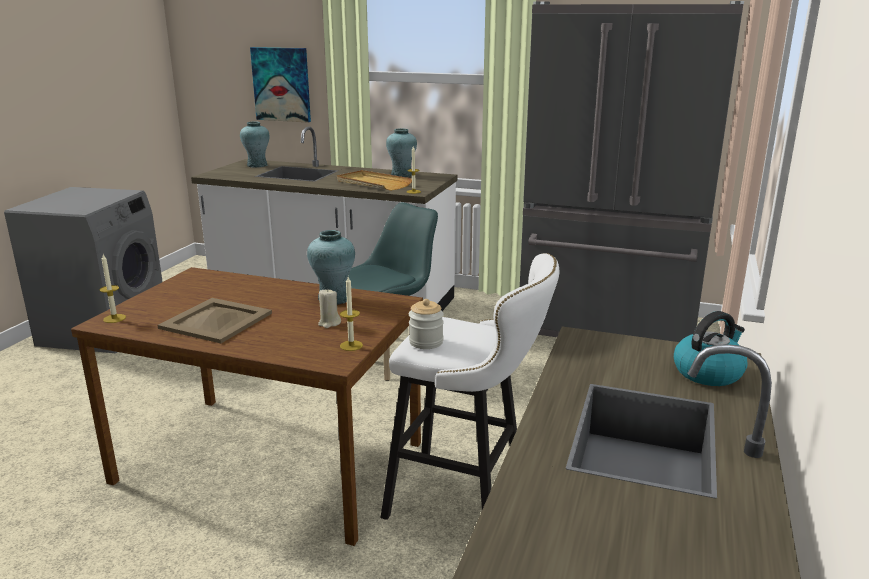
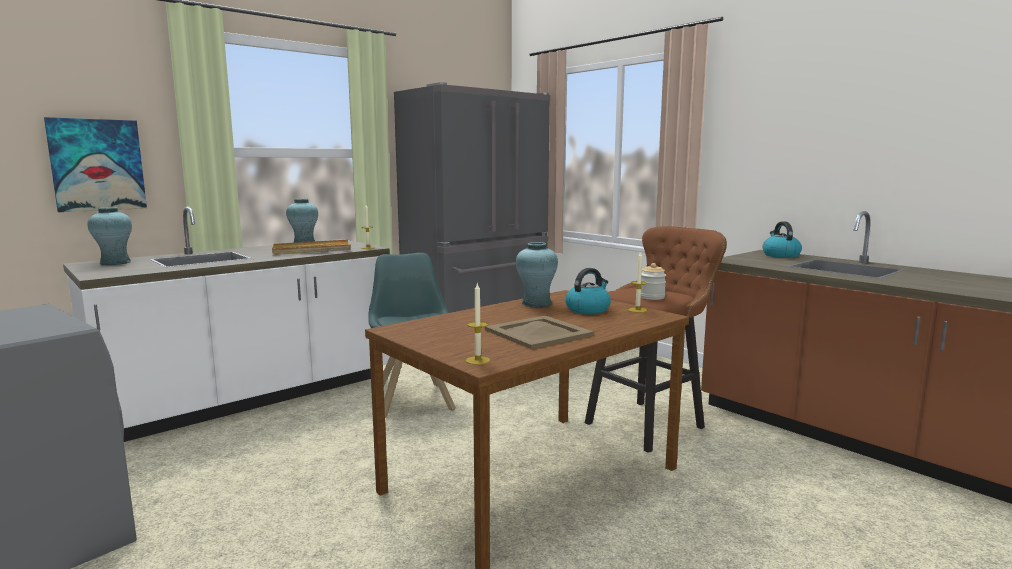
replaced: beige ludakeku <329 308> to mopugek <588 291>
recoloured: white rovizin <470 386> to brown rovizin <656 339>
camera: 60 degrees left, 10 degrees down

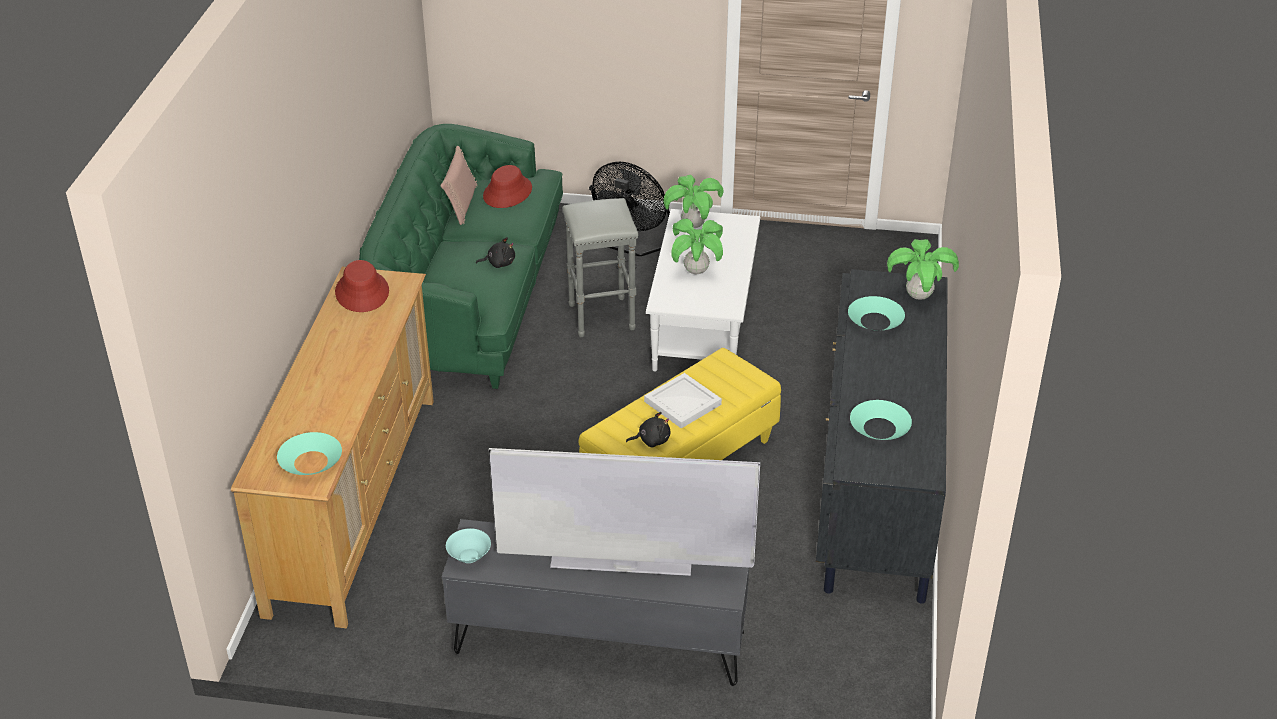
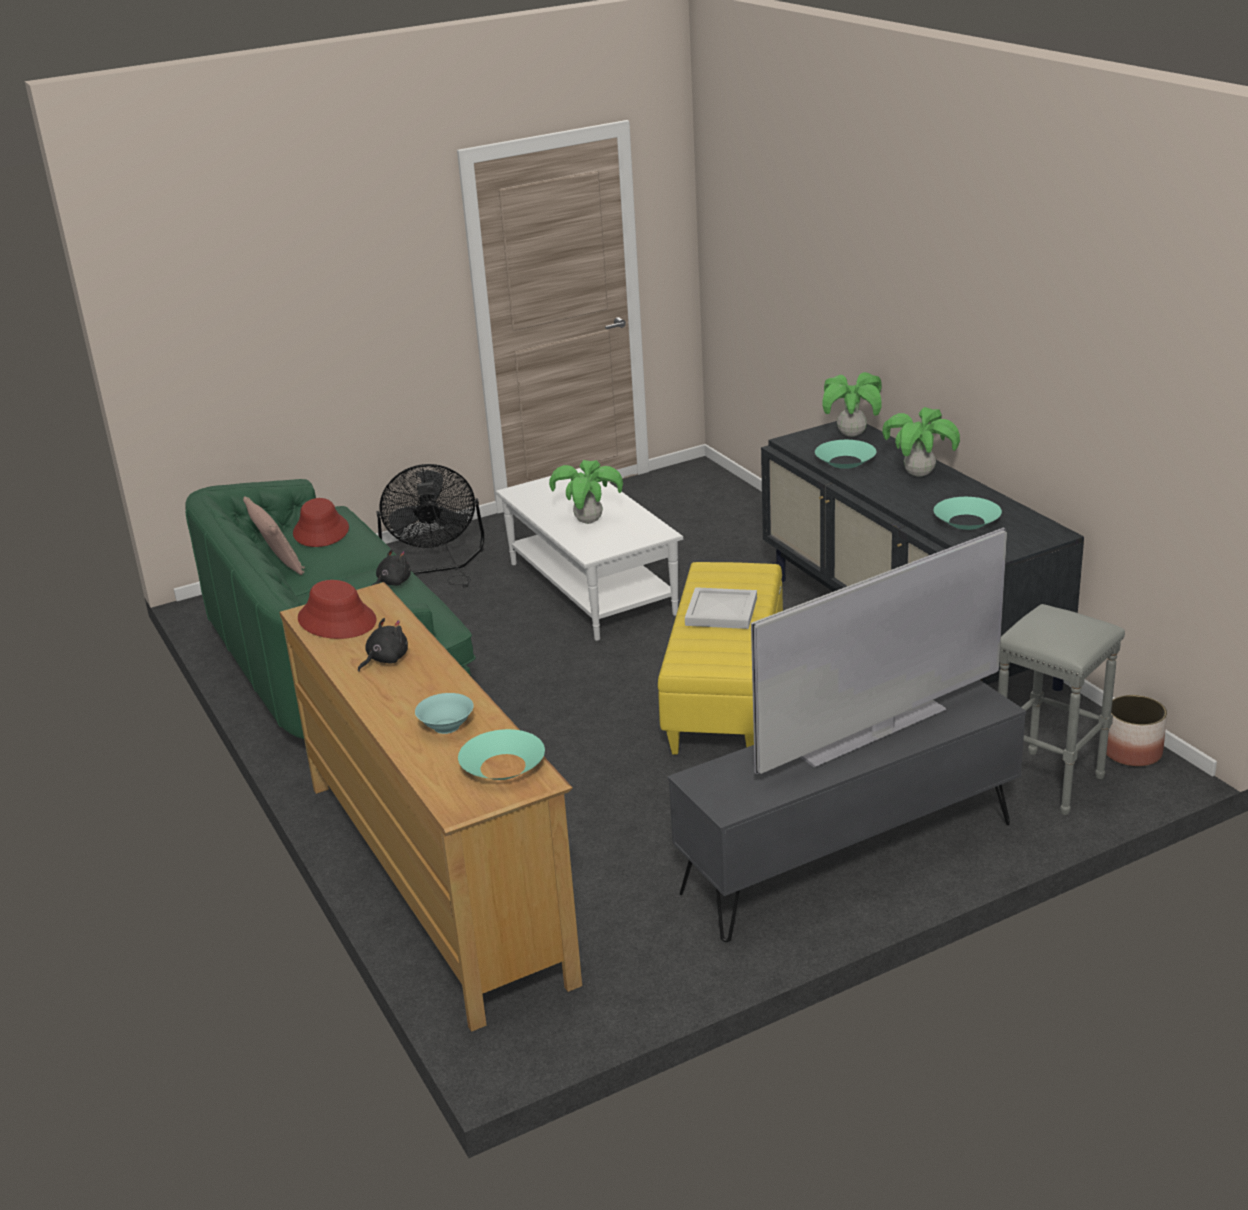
added: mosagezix <1136 731>
moved: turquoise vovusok <468 545> to <444 713>; grey rovizin <600 267> to <1059 709>; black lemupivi <648 429> to <383 645>; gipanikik <693 201> to <921 442>
camera: 35 degrees left, 10 degrees down

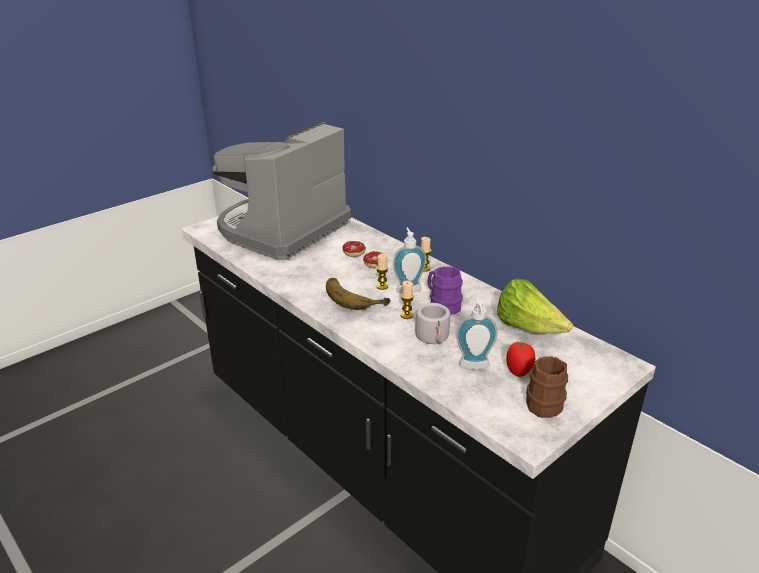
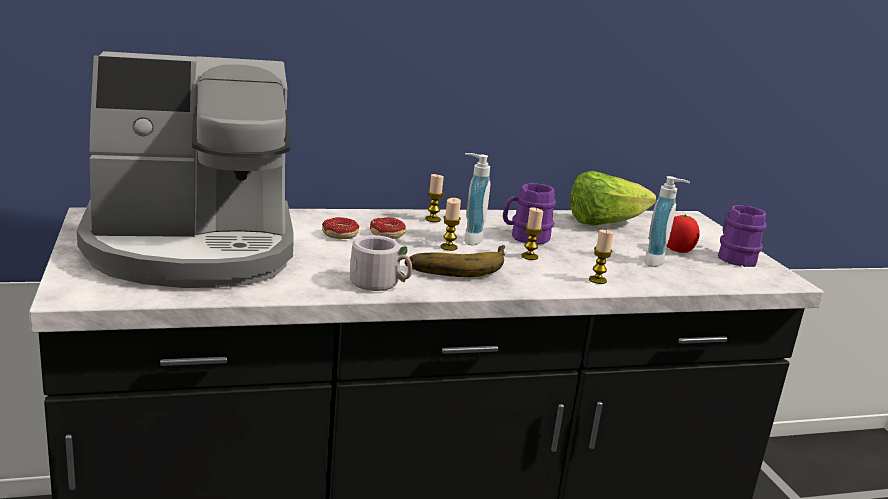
added: ludakeku <601 257>
moved: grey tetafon <432 323> to <381 263>
recoloured: brown tetafon <547 387> to purple tetafon <742 236>
turned: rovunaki <281 191> = <185 169> 75 degrees counterclockwise
camera: 65 degrees left, 10 degrees down

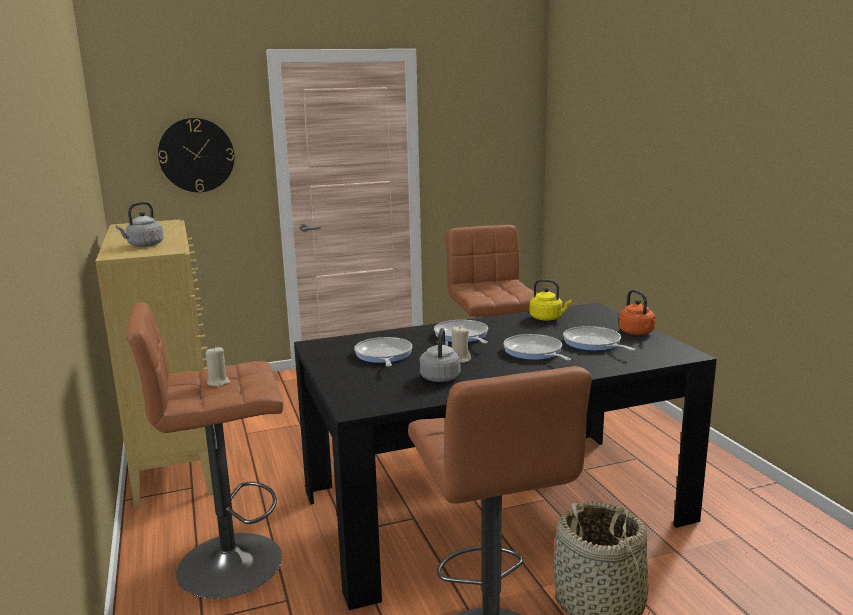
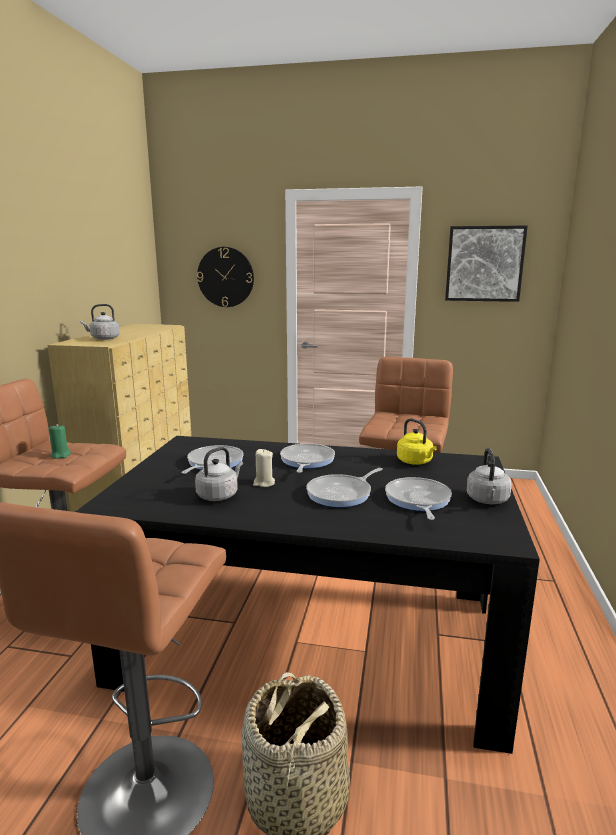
added: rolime <486 264>
recoloured: beige ludakeku <217 366> to green ludakeku <60 441>; orange mopugek <637 312> to grey mopugek <489 476>
turned: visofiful <537 347> = <344 488> 135 degrees counterclockwise
camera: 30 degrees right, 0 degrees up

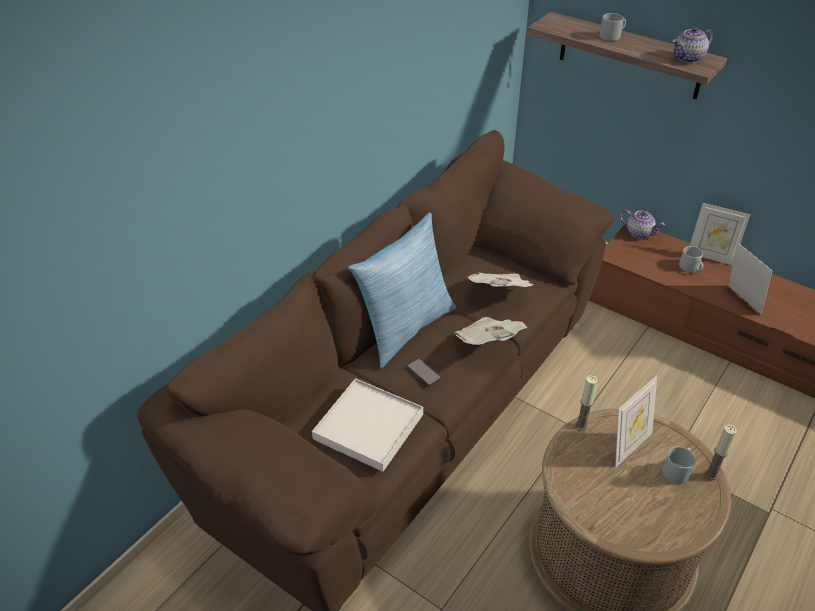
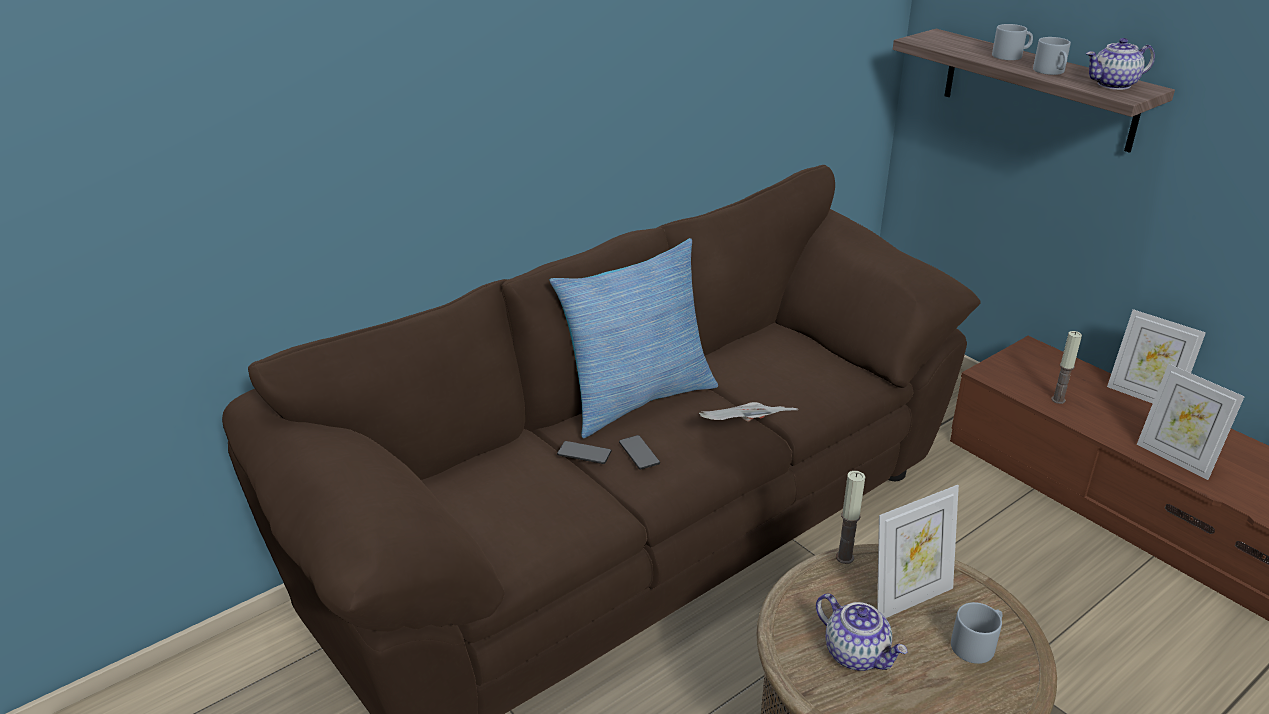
removed: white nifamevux <367 425>; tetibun <500 280>
added: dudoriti <584 452>
moved: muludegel <642 224> to <862 632>; grey tetafon <691 259> to <1052 56>; ludakeku <721 452> to <1066 367>
turned: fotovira <750 278> = <1191 422> 150 degrees clockwise
camera: 15 degrees right, 10 degrees down

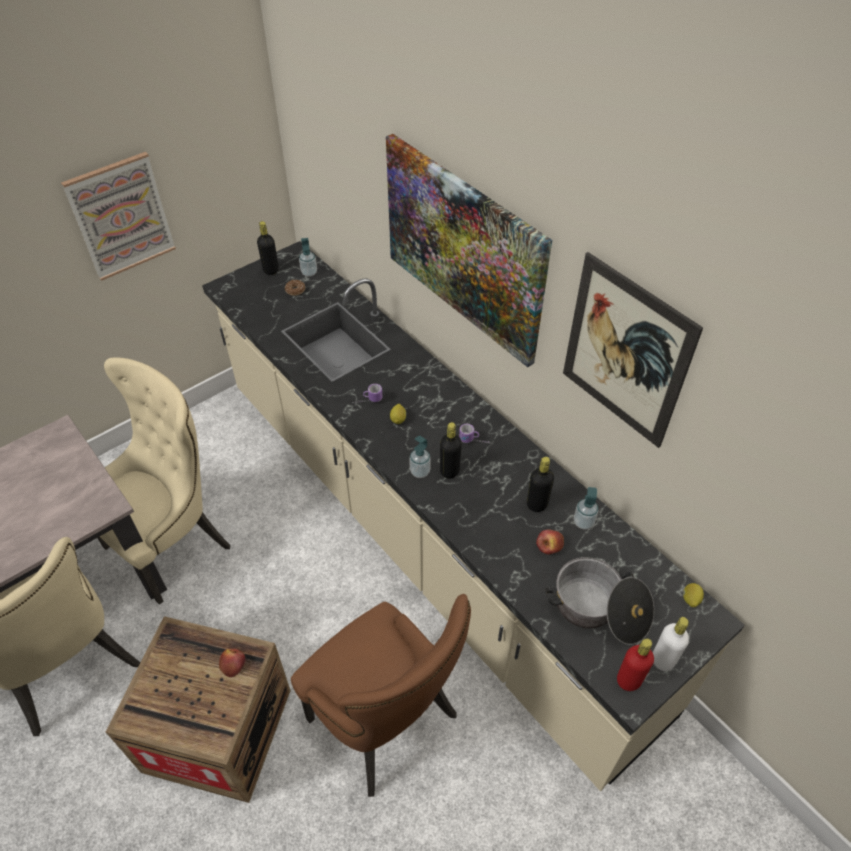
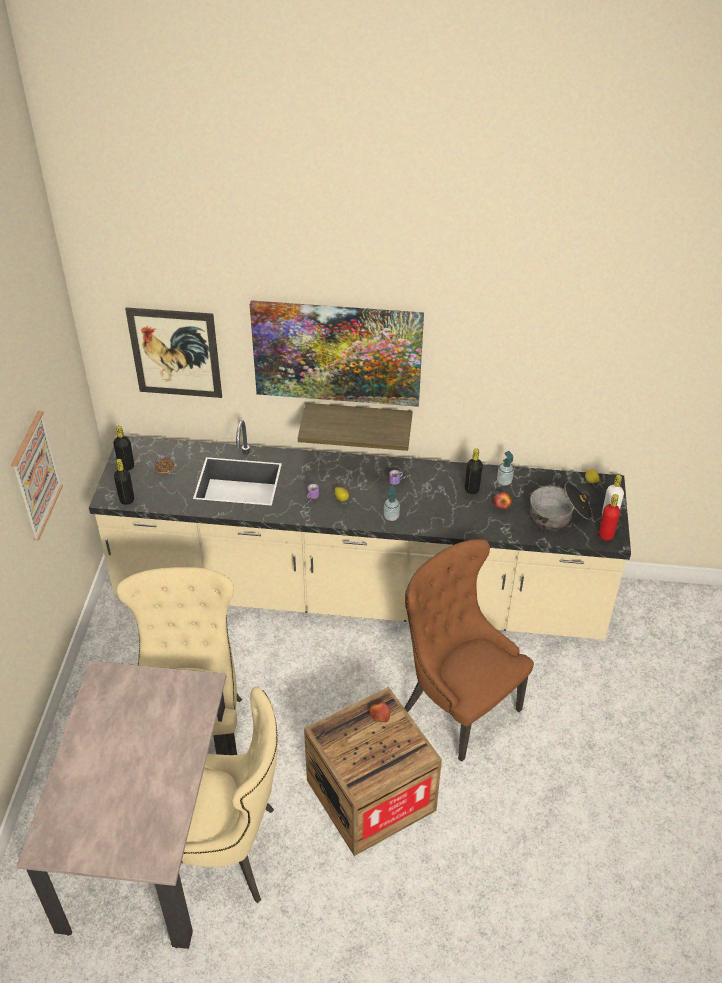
removed: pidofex <308 257>
added: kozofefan <355 427>
moved: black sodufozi <451 450> to <124 482>; rolime <633 350> to <173 352>
turned: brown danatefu <381 695> = <469 650> 135 degrees counterclockwise
camera: 45 degrees left, 5 degrees down

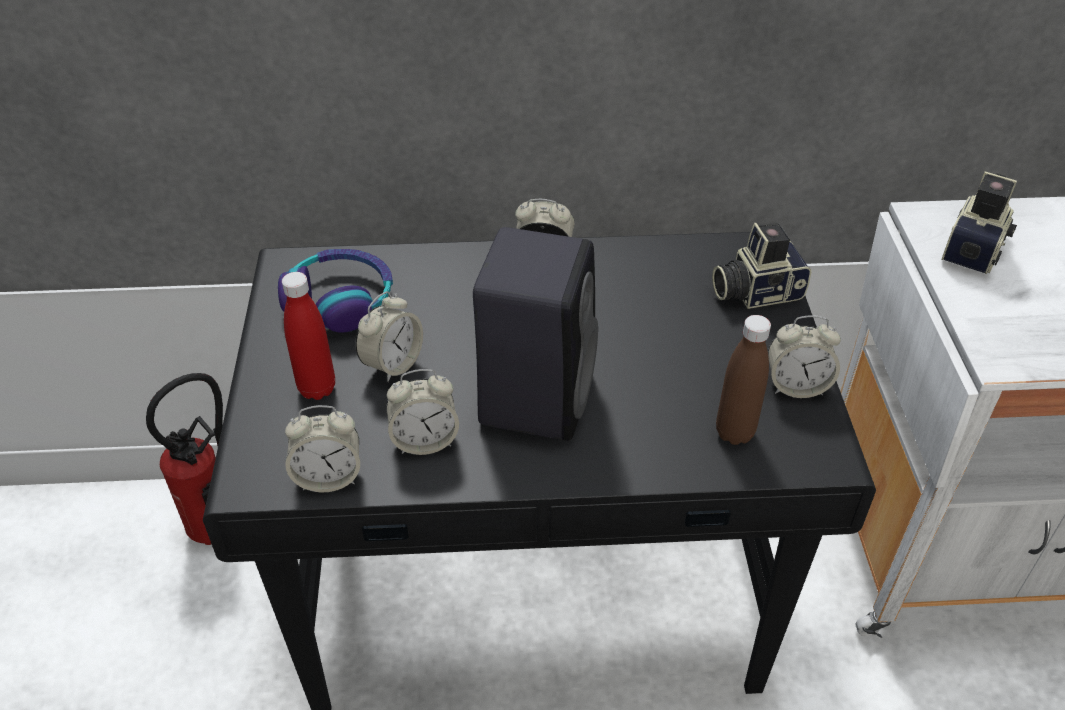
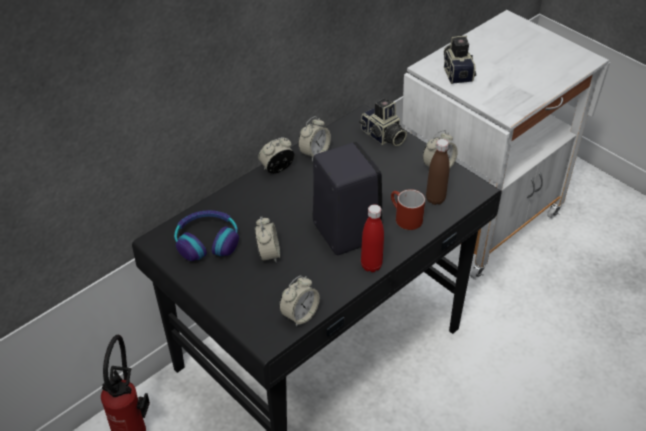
added: red tetafon <408 209>
moved: red sodufozi <308 336> to <372 238>; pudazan <423 412> to <314 139>
turned: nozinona <761 266> = <383 122> 75 degrees counterclockwise
camera: 40 degrees left, 0 degrees up

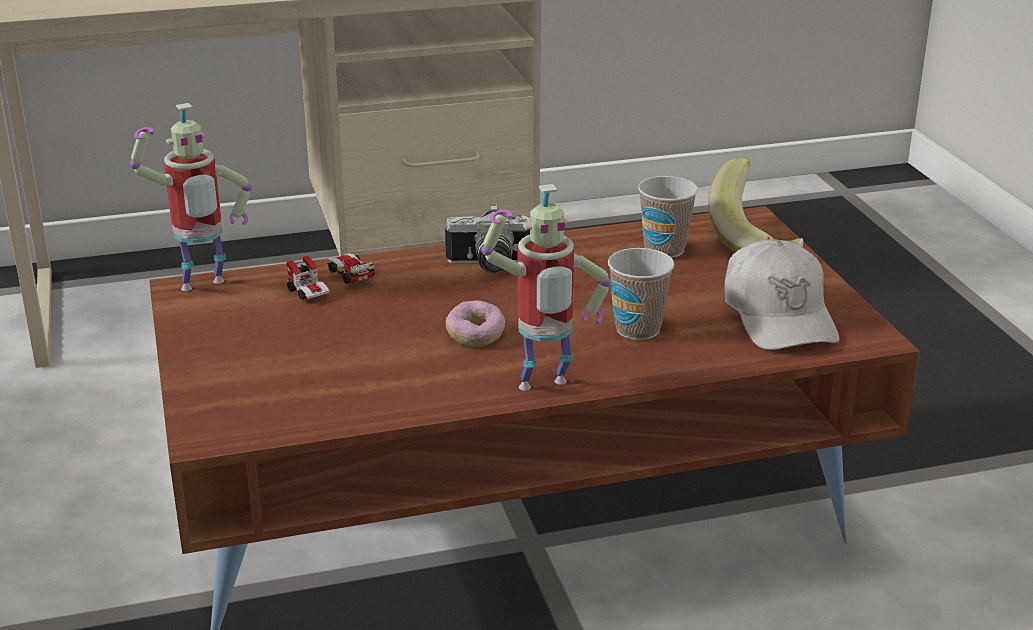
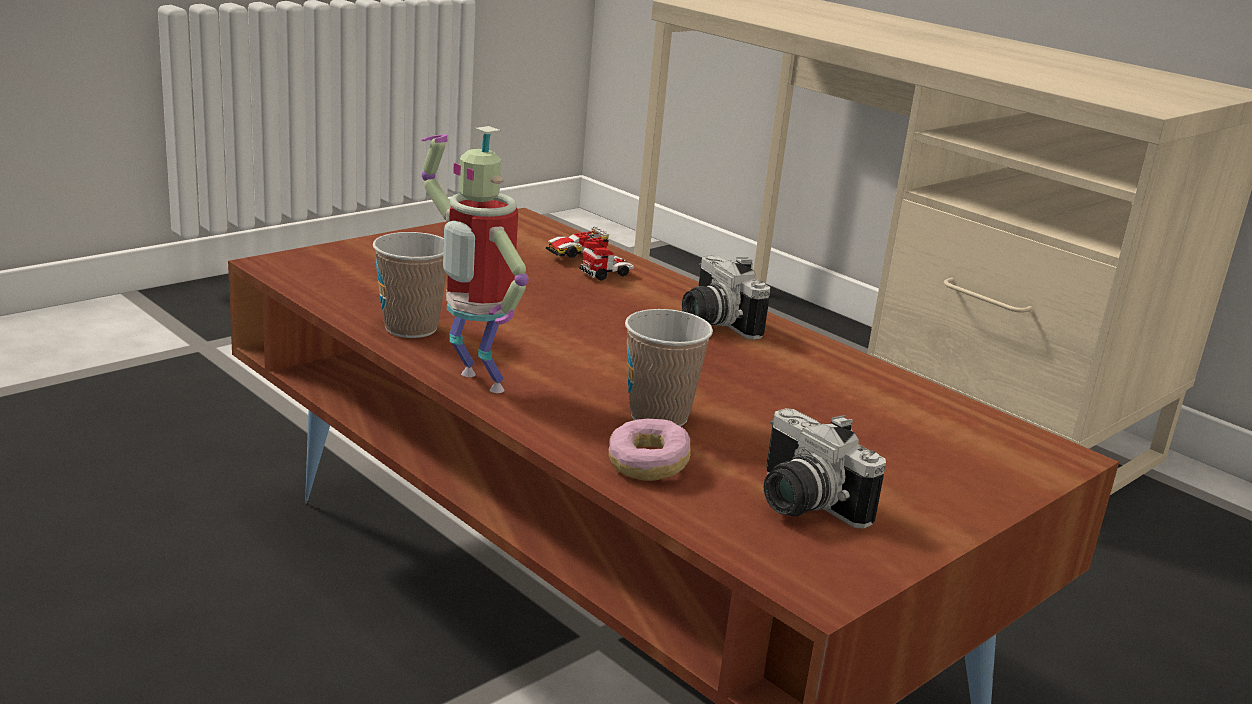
removed: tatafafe <191 197>; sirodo <756 205>
moved: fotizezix <475 323> to <650 450>; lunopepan <668 217> to <409 285>
replaced: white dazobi <781 295> to nozinona <825 468>
turned: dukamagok <331 276> = <590 253> 150 degrees counterclockwise
camera: 60 degrees right, 5 degrees down

